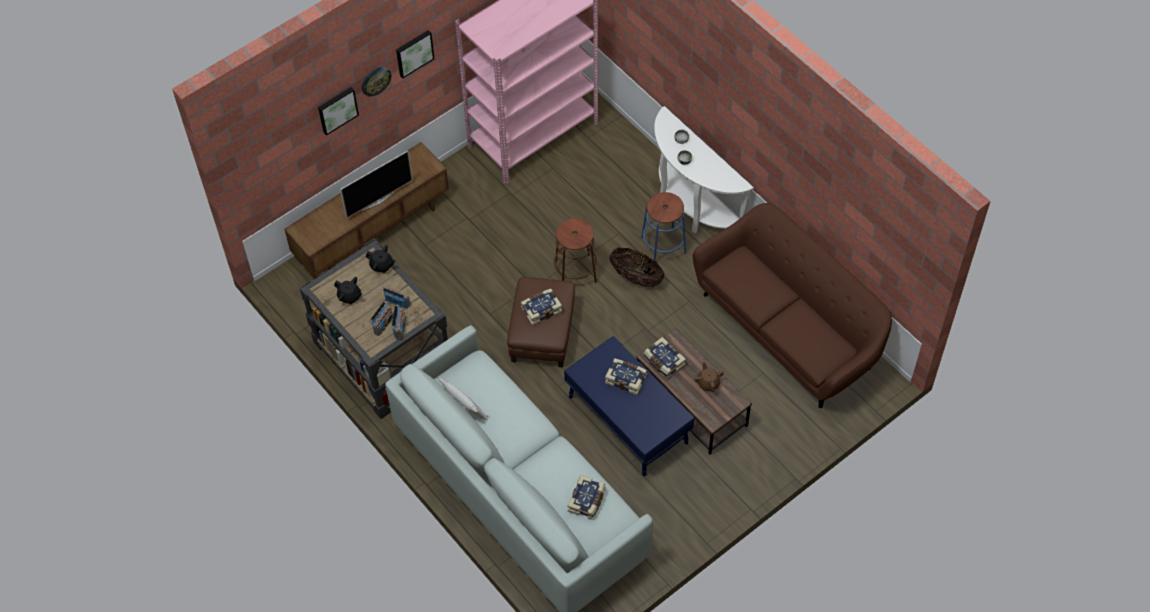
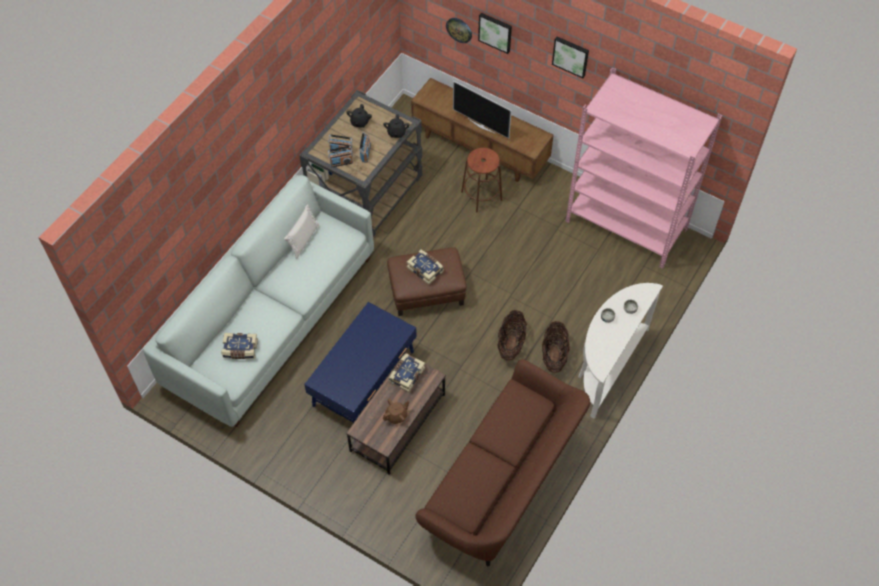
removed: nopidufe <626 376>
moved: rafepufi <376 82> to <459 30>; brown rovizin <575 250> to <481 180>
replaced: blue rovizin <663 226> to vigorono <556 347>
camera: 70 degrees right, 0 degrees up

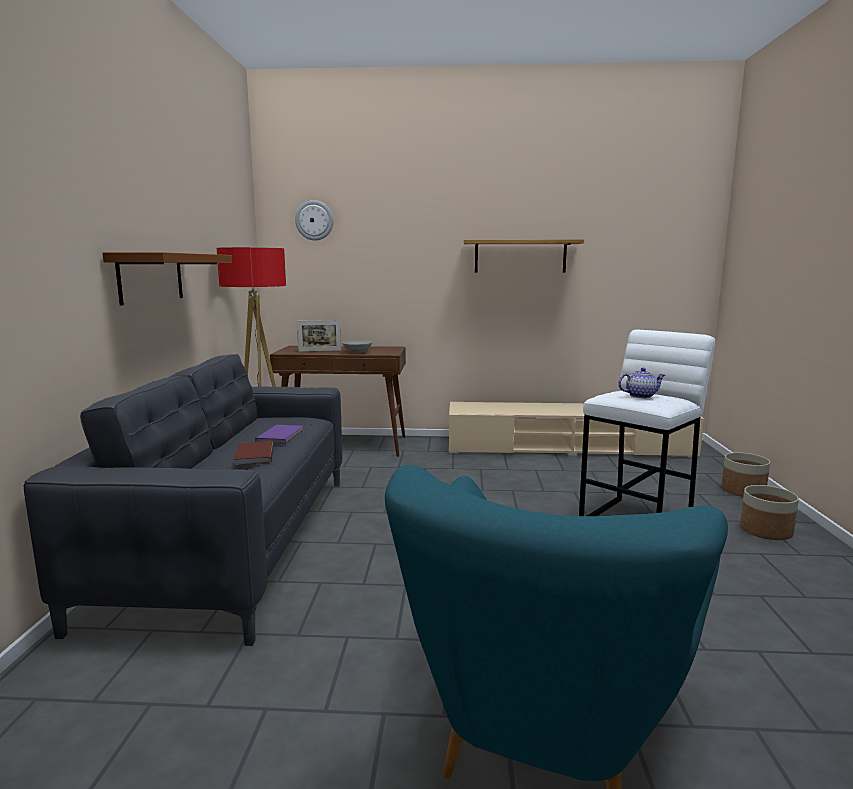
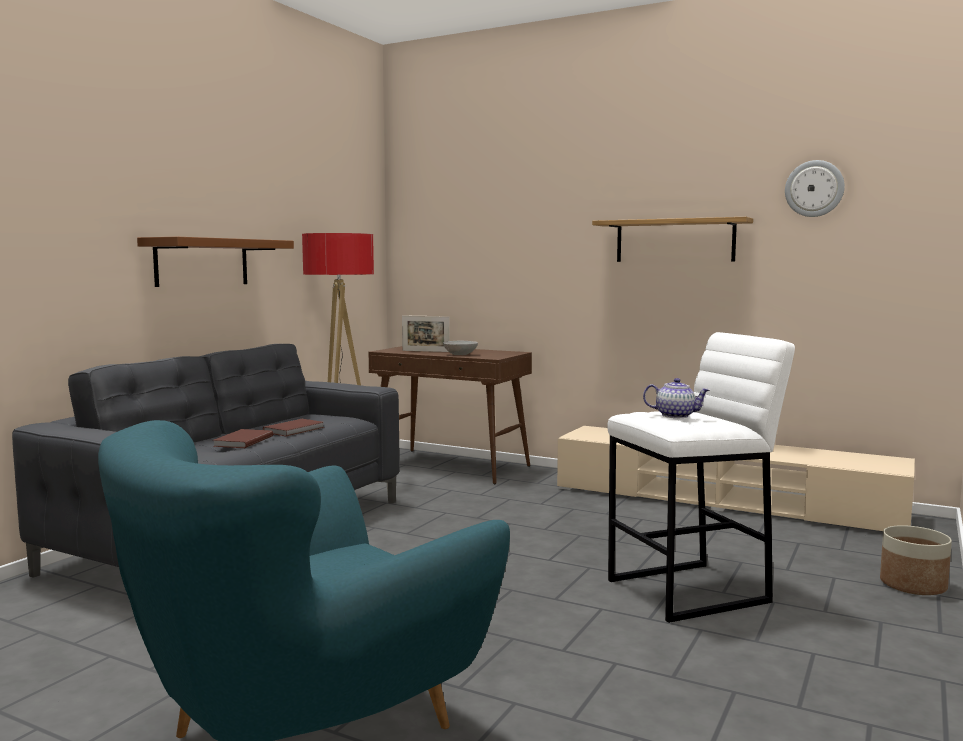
removed: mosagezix <769 512>
moved: rafepufi <314 220> to <815 188>
recoloured: purple nopidufe <279 435> to brown nopidufe <293 428>
camera: 25 degrees right, 5 degrees down

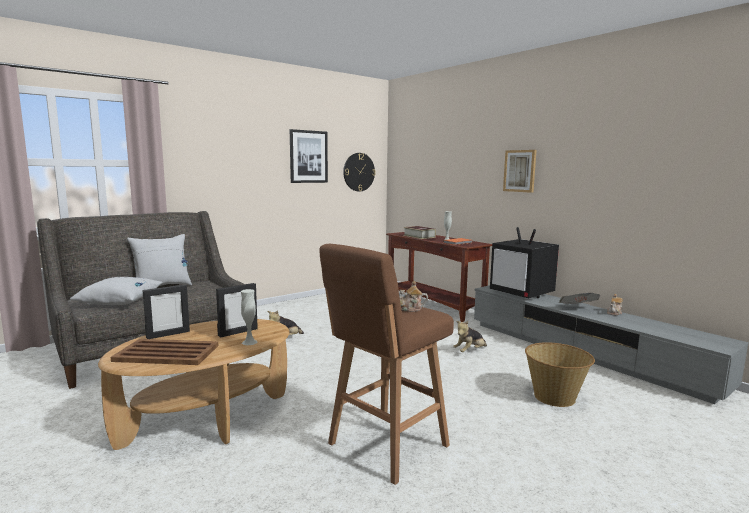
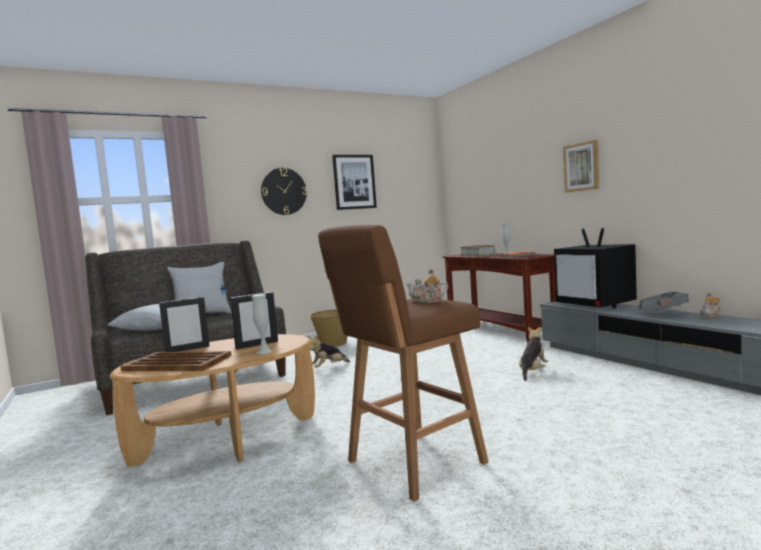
moved: rafepufi <359 172> to <284 191>; vigorono <560 374> to <328 328>
turned: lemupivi <470 336> = <533 354> 150 degrees clockwise
camera: 10 degrees right, 5 degrees down

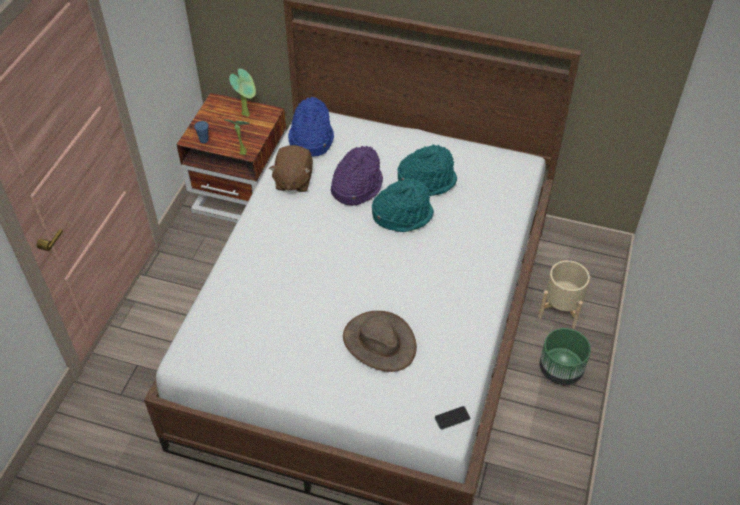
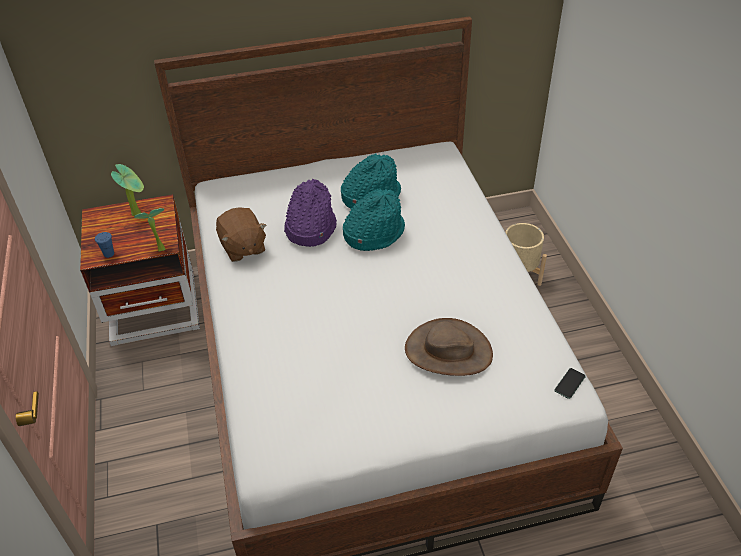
removed: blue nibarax <311 127>; green mosagezix <565 356>
camera: 30 degrees left, 5 degrees down

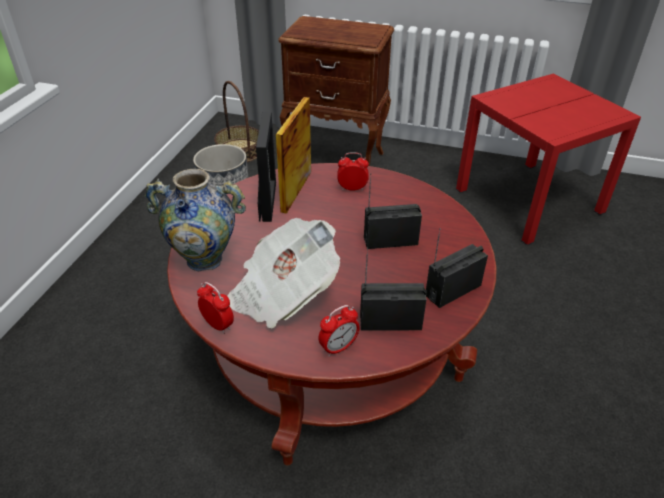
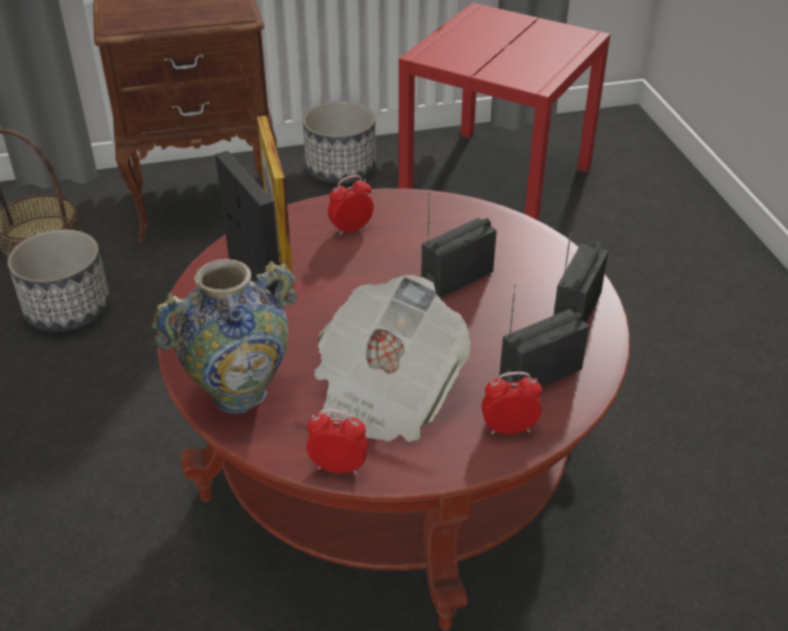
added: mosagezix <339 142>
turned: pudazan <339 331> = <512 403> 120 degrees counterclockwise
camera: 30 degrees left, 0 degrees up

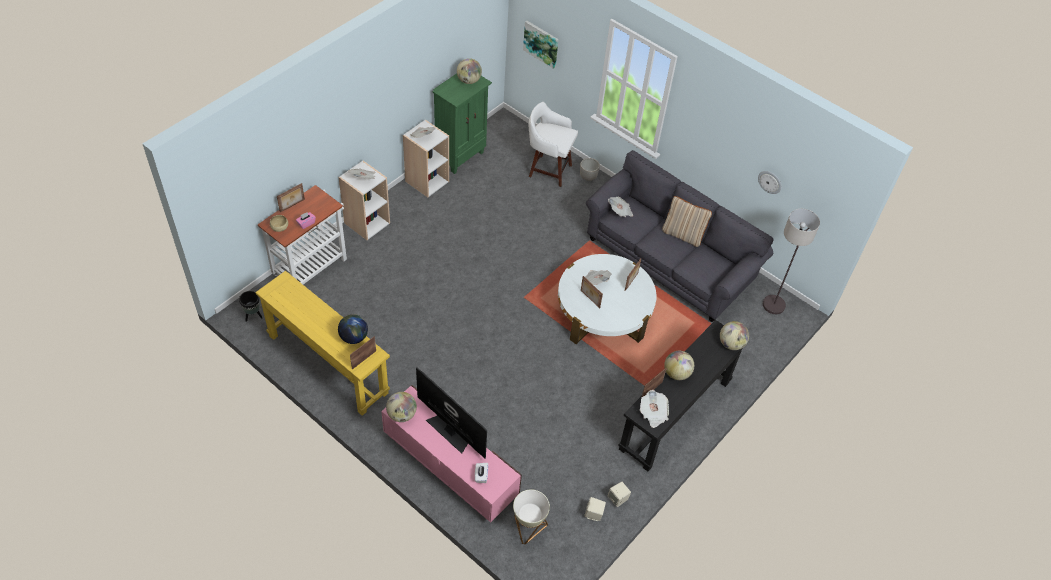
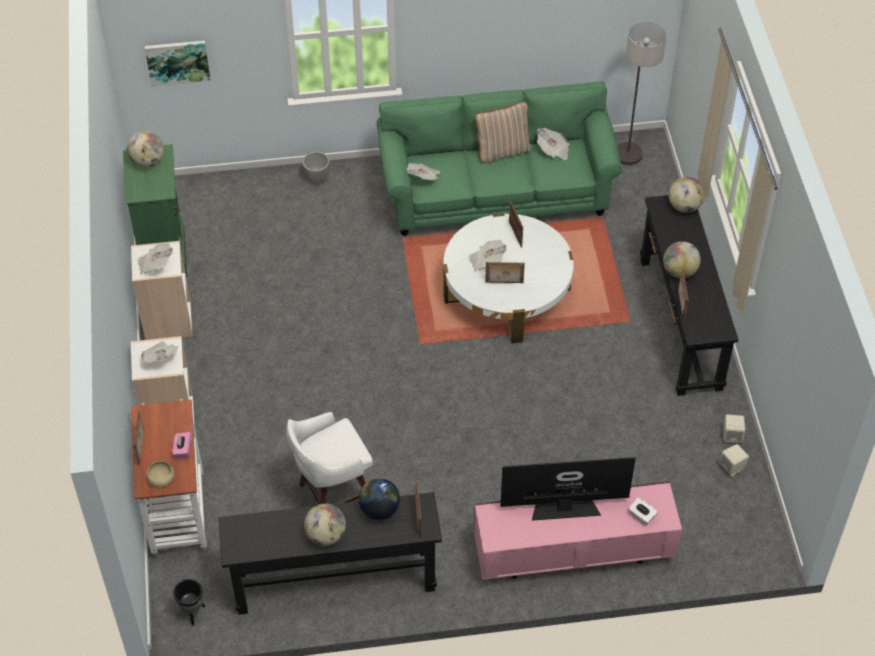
removed: mosagezix <531 516>; rafepufi <770 182>
moved: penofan <401 407> to <325 525>; white rovizin <553 144> to <329 458>; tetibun <654 409> to <553 144>
recoloured: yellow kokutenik <322 343> to black kokutenik <330 553>; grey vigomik <680 236> to green vigomik <499 158>
camera: 45 degrees left, 0 degrees up

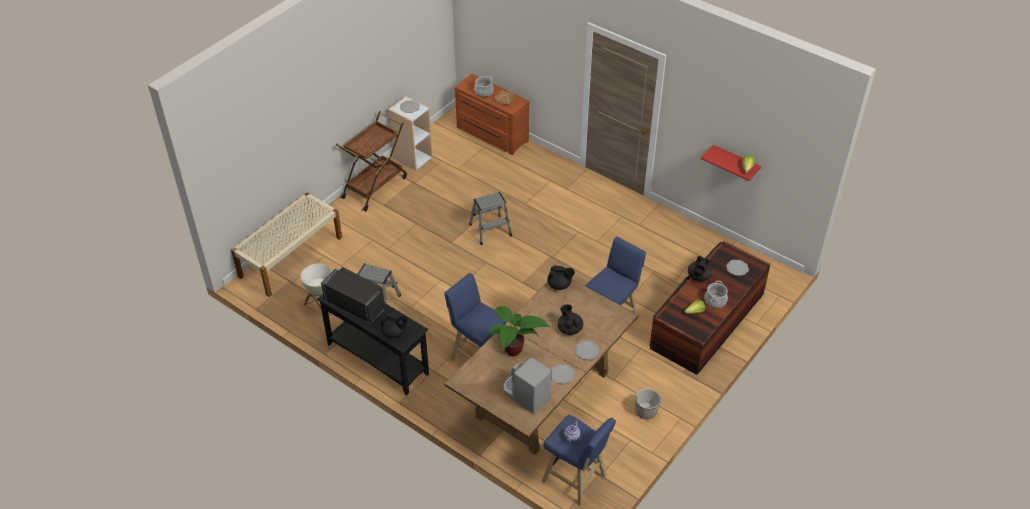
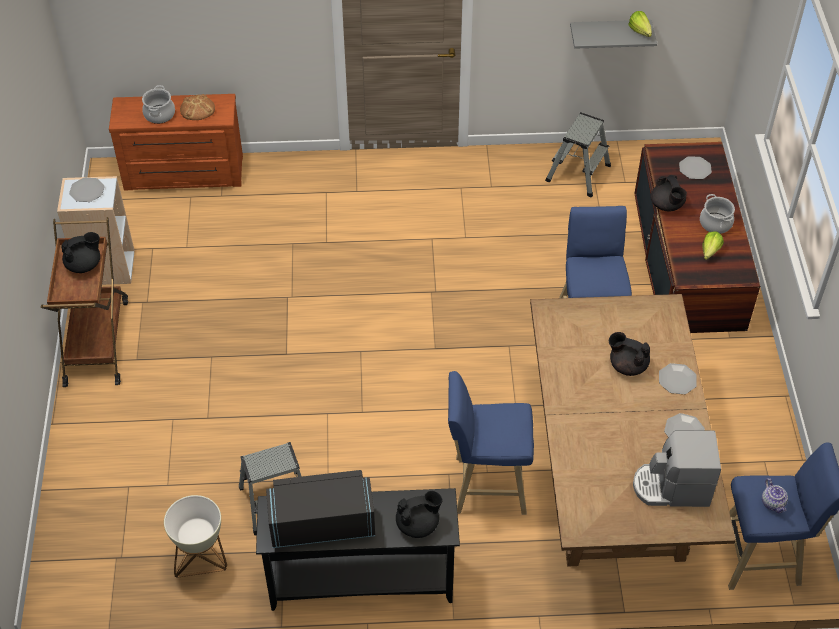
removed: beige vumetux <286 244>; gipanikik <519 331>; mosagezix <648 403>
moved: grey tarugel <490 218> to <578 154>; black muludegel <561 277> to <80 252>
recoloured: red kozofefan <731 163> to grey kozofefan <613 34>
camera: 40 degrees left, 5 degrees up

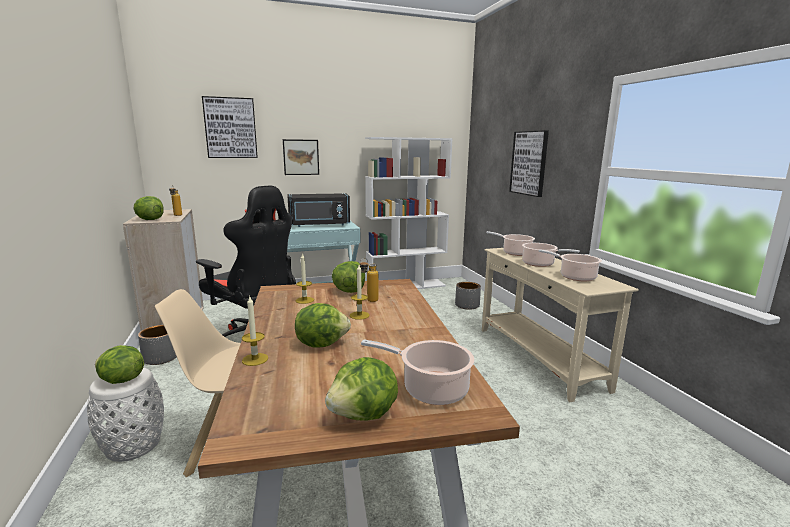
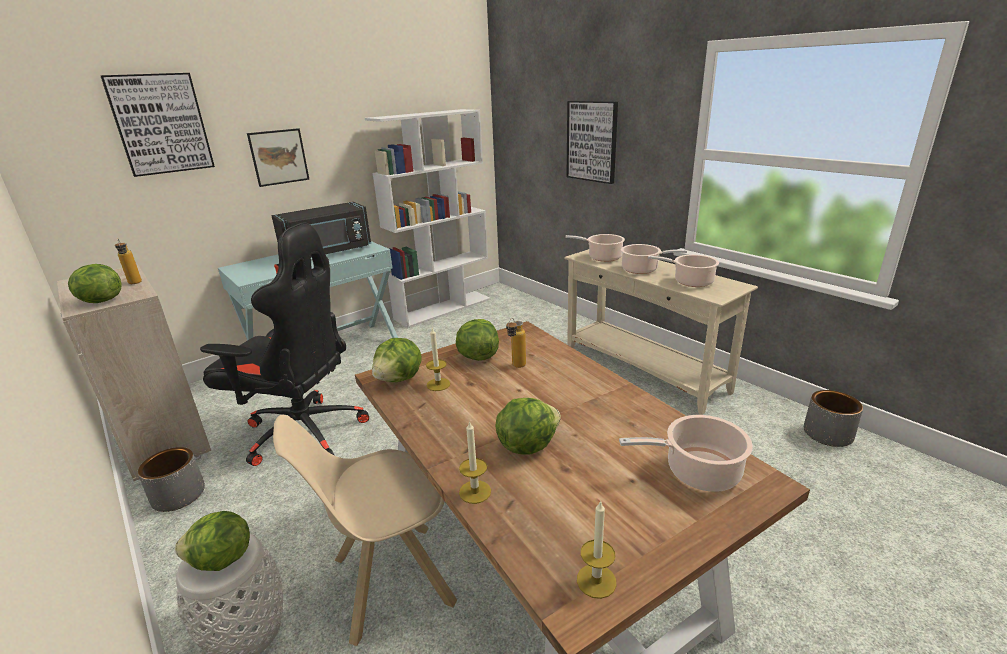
moved: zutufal <361 389> to <397 360>; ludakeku <360 292> to <596 549>; grey mosagezix <468 296> to <833 418>
camera: 20 degrees left, 10 degrees up

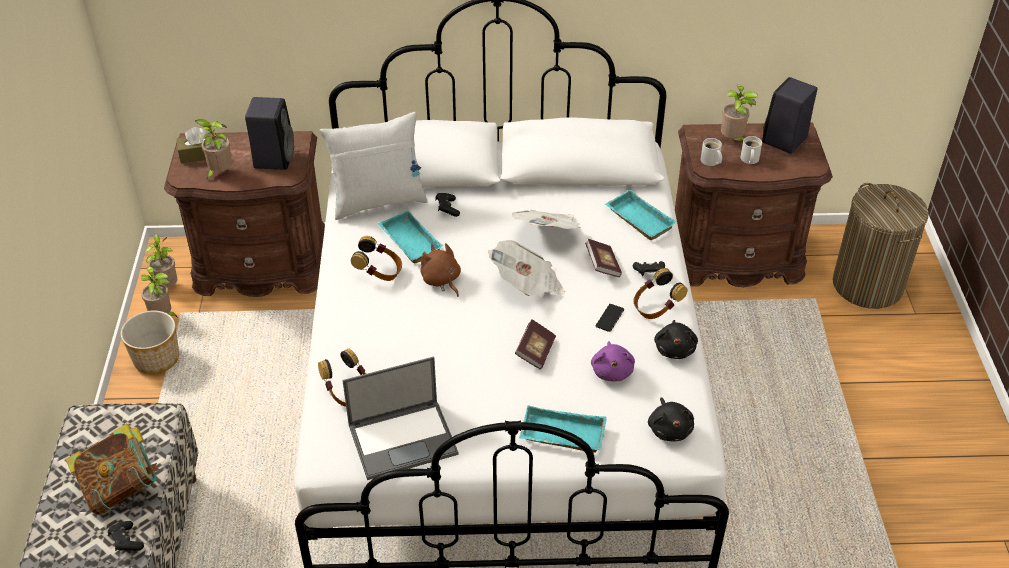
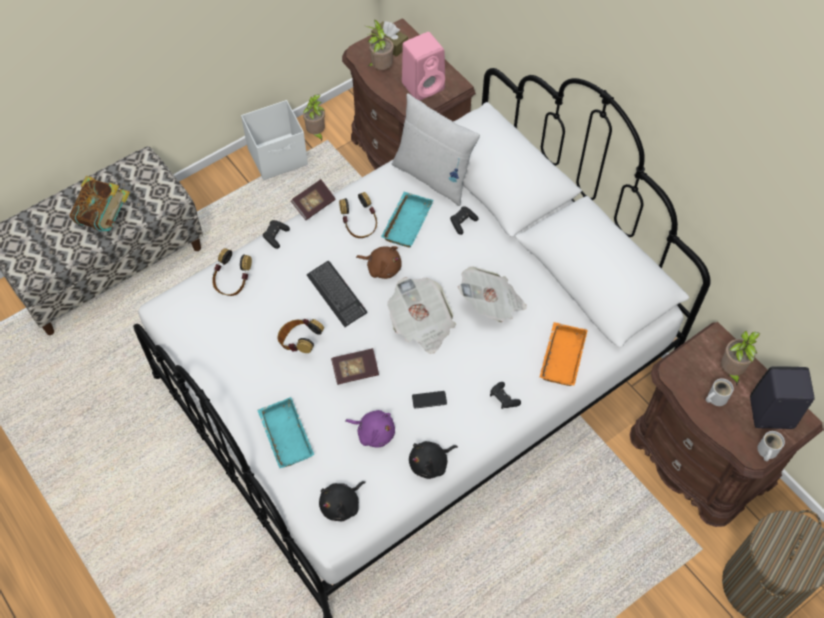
removed: gipanikik <161 260>; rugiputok <400 418>
added: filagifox <337 294>
moved: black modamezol <126 536> to <276 234>; nopidufe <603 258> to <313 199>; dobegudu <660 293> to <301 336>; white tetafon <711 152> to <771 446>
replaced: mosagezix <150 342> to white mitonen <274 140>
recoloured: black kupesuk <269 133> to pink kupesuk <423 66>; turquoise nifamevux <641 215> to orange nifamevux <563 354>
turned: brown lemupivi <440 270> = <379 262> 90 degrees clockwise; purple lemupivi <613 361> = <370 429> 120 degrees counterclockwise
camera: 55 degrees right, 15 degrees up

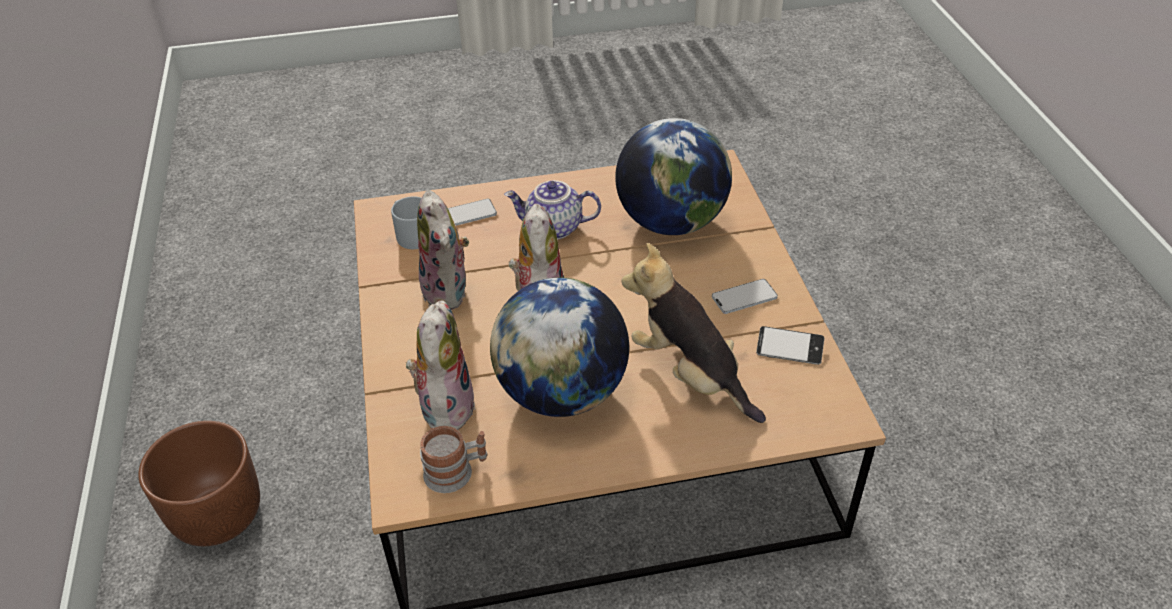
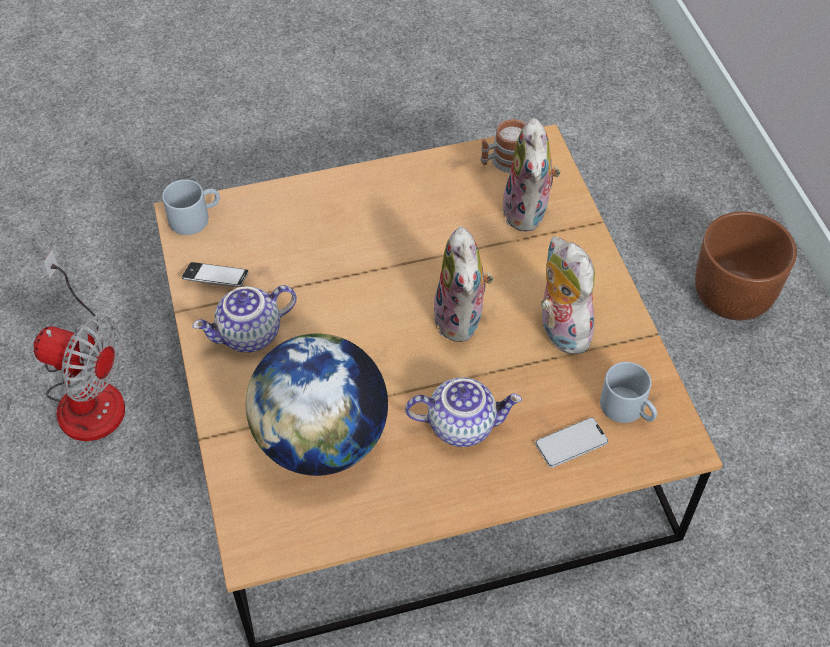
removed: penofan <559 347>; lemupivi <693 333>
added: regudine <79 345>; grey tetafon <191 207>
replaced: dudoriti <745 296> to muludegel <244 318>
camera: 175 degrees right, 10 degrees up

